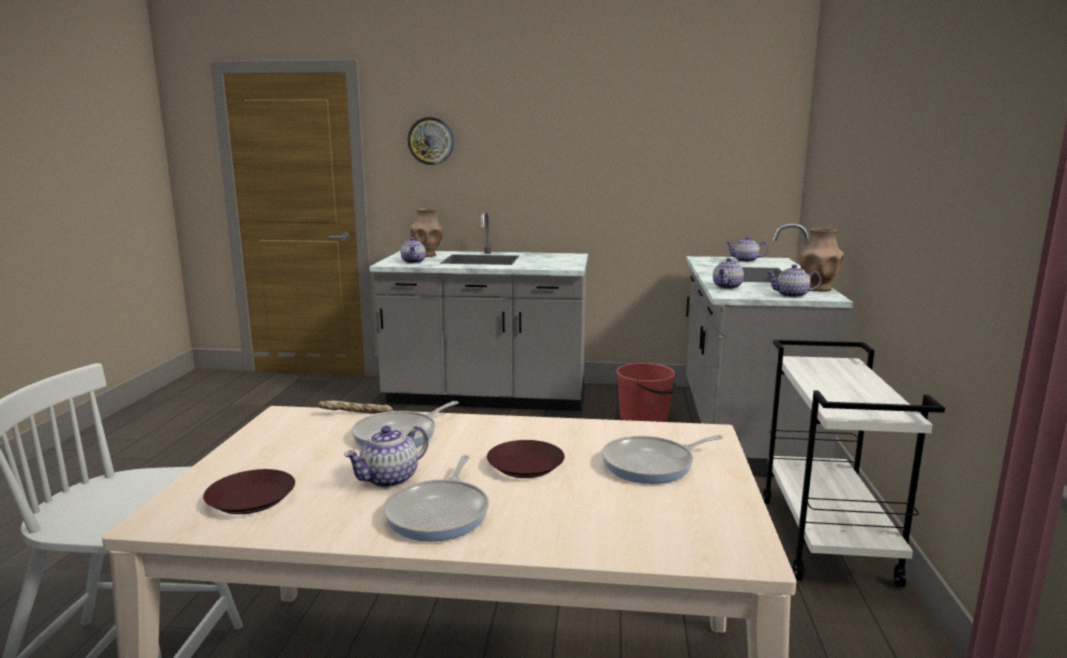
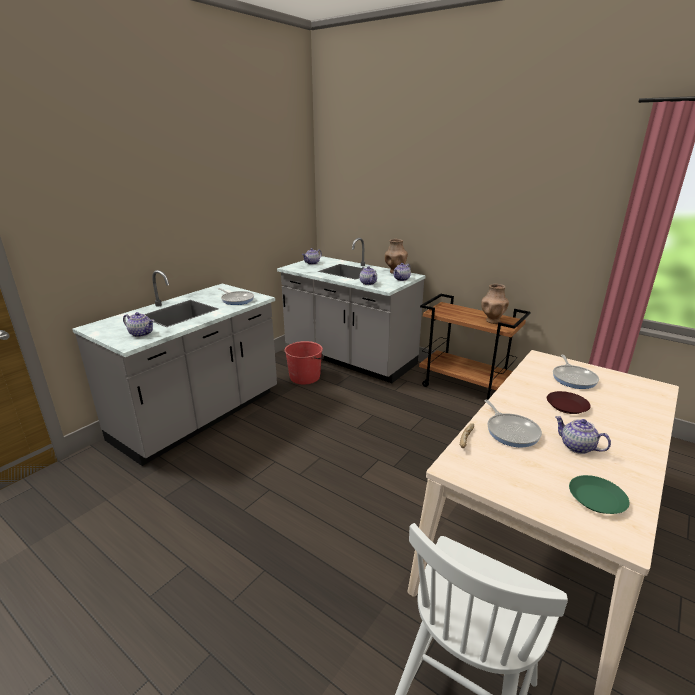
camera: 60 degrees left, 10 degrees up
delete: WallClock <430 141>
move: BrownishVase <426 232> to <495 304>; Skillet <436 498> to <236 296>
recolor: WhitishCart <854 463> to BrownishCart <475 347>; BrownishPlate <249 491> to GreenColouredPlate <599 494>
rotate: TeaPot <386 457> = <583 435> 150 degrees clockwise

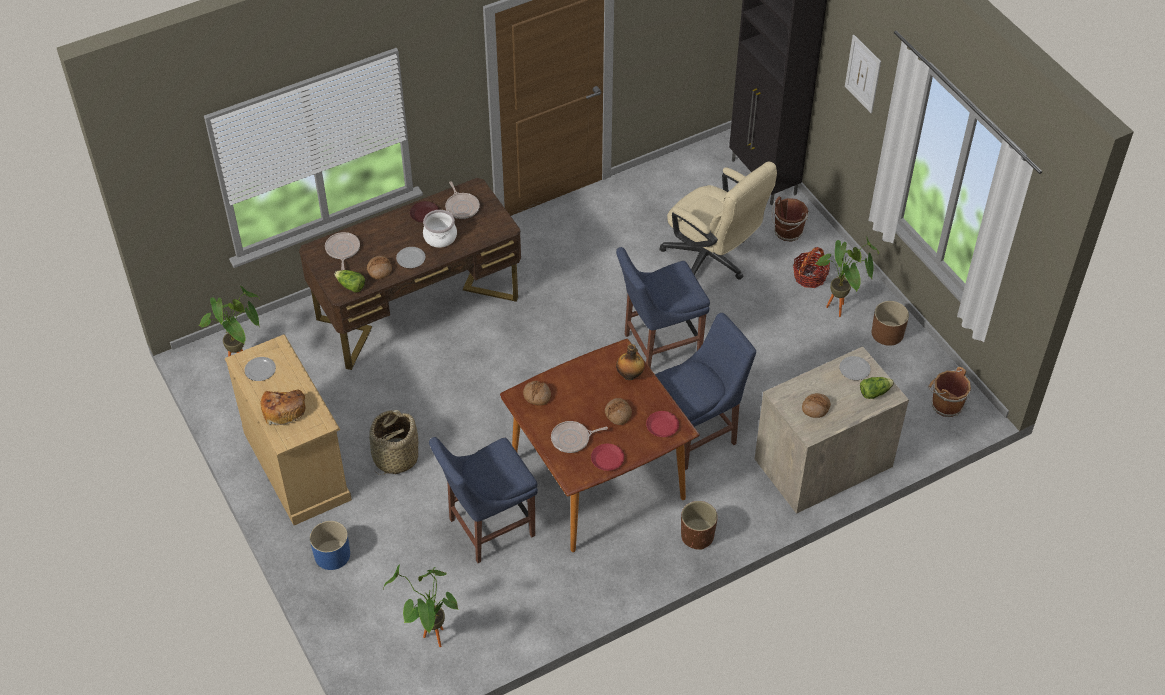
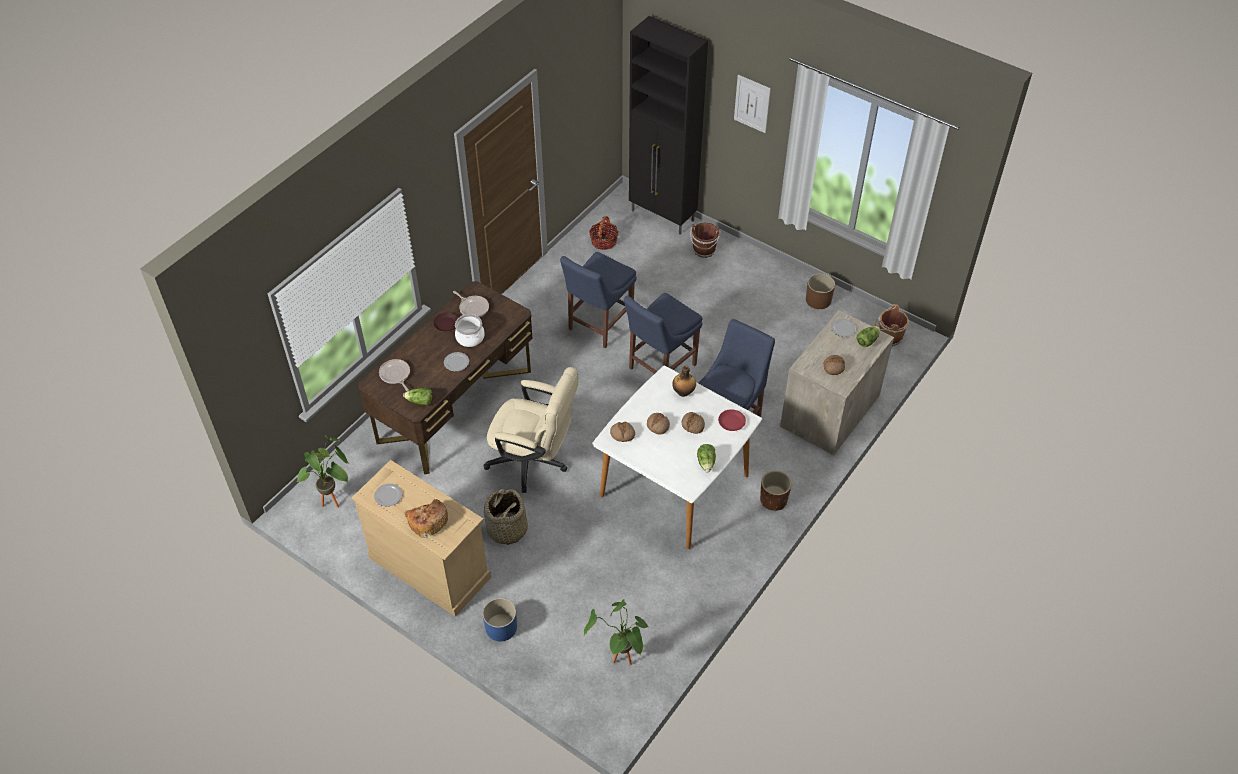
camera: 25 degrees left, 0 degrees up
delete: PottedPlant <847 276>; Skillet <579 437>
move: BeigeOfficeChair <718 221> to <530 430>; StorageBasket <811 267> to <604 233>; BakedBread <379 267> to <658 424>; BlueColouredPlainChair <483 500> to <598 300>
replace: RedColouredPlate <607 457> to LettuceHead <706 458>
recolor: BrownishDinnerTable <600 445> to WhitishDinnerTable <677 457>

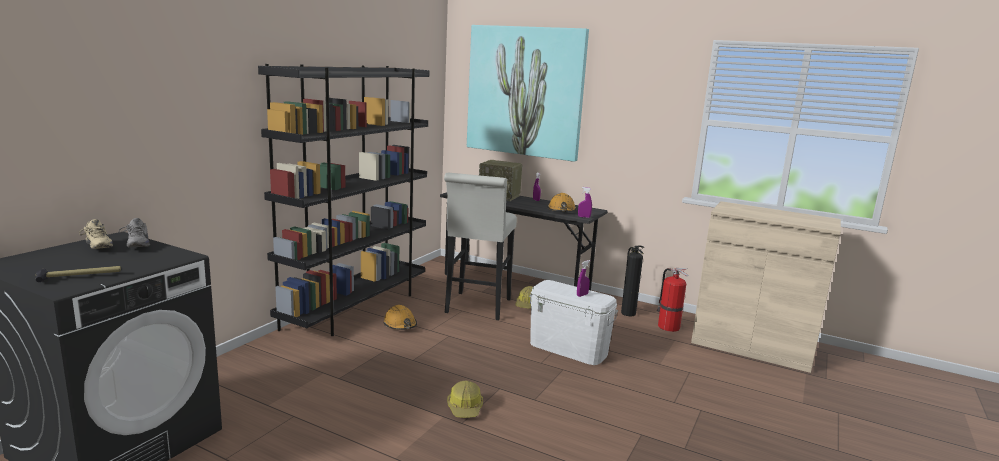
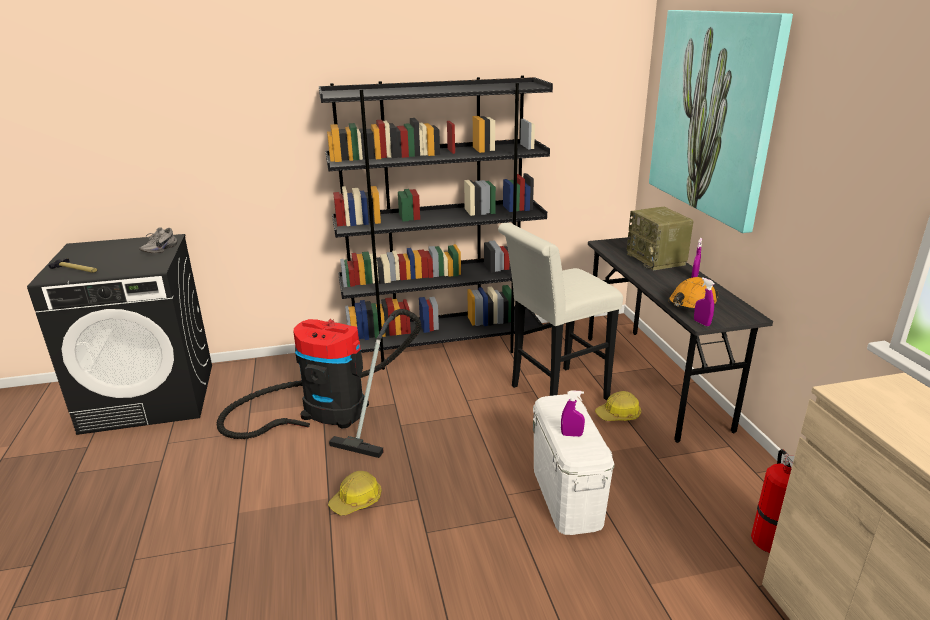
camera: 50 degrees right, 10 degrees up
delete: BeigeShoe <96 234>; Extinguisher <632 281>; OrangeColouredHardHat <400 317>
insert: Hoover <319 383>

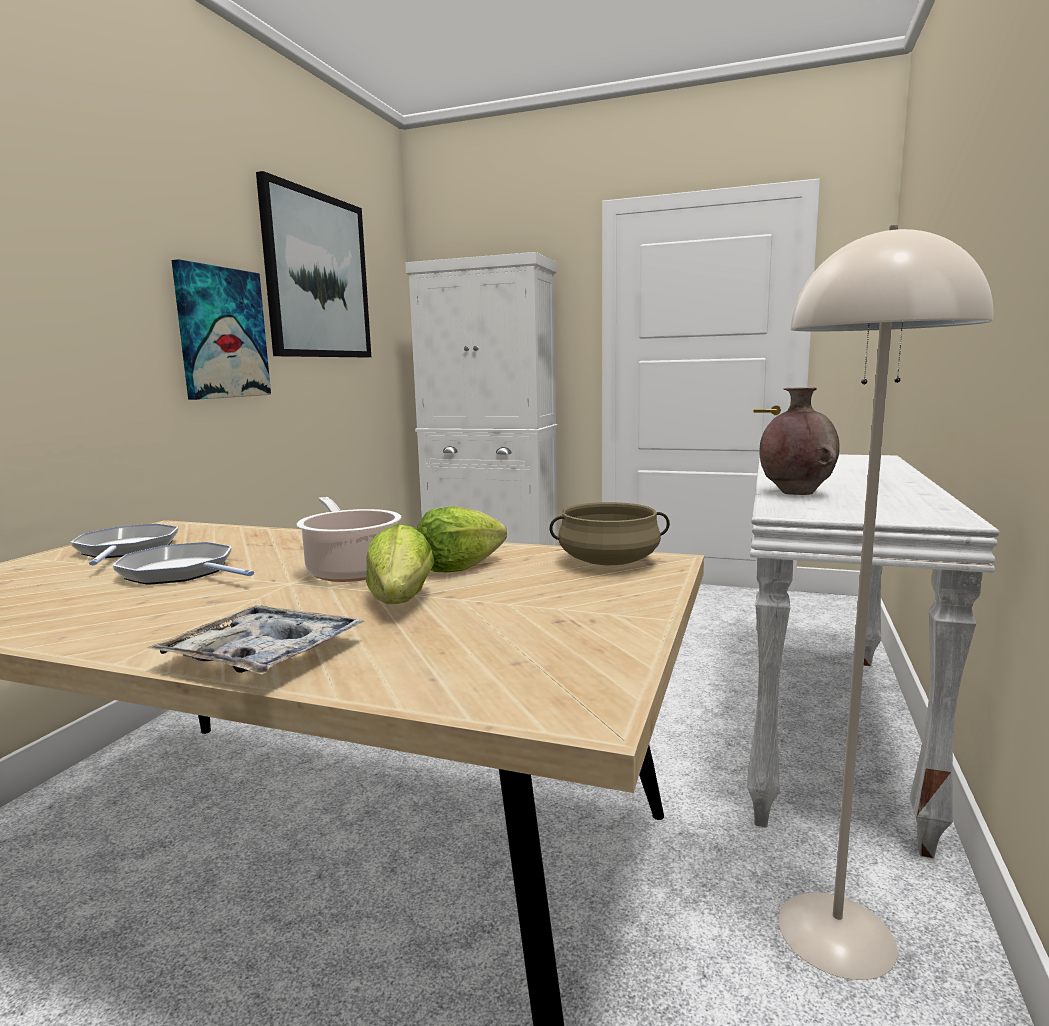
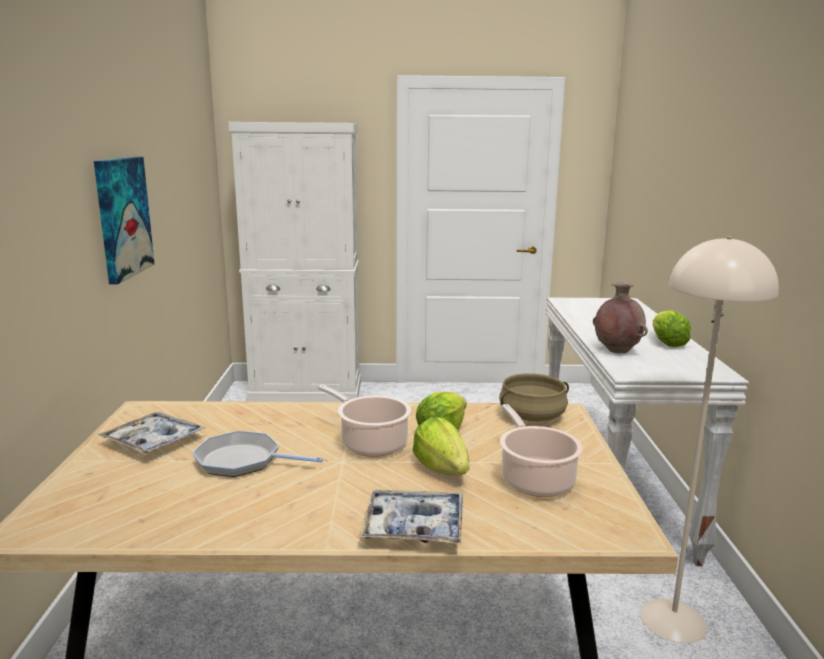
camera: 20 degrees left, 5 degrees up
delete: WallPicture <313 264>
insert: LettuceHead <672 328>; Saucepot <541 450>
replace: Skillet <124 544> to ServingTray <151 433>

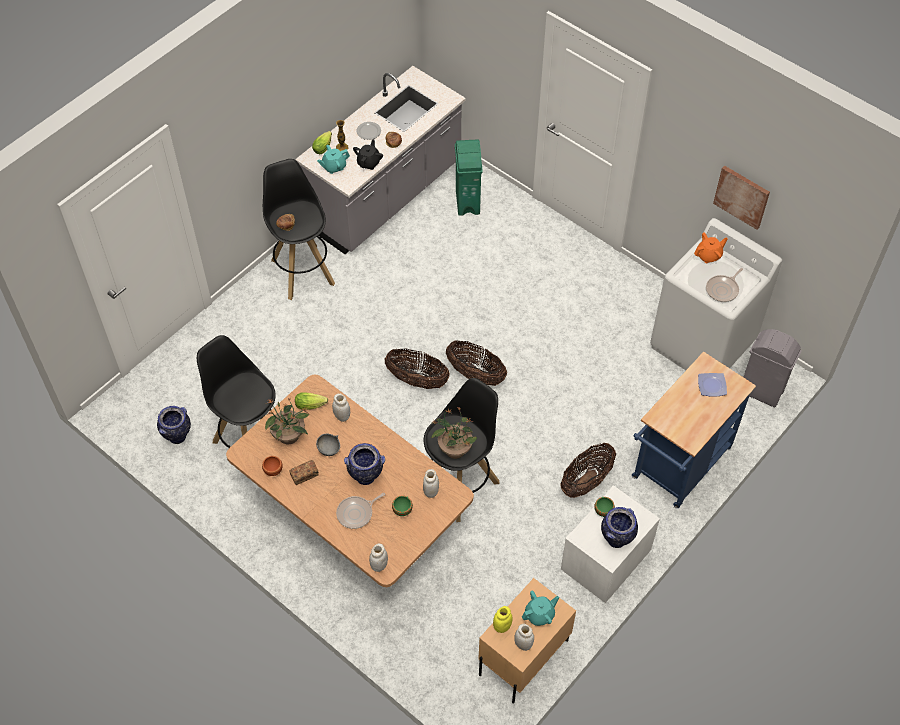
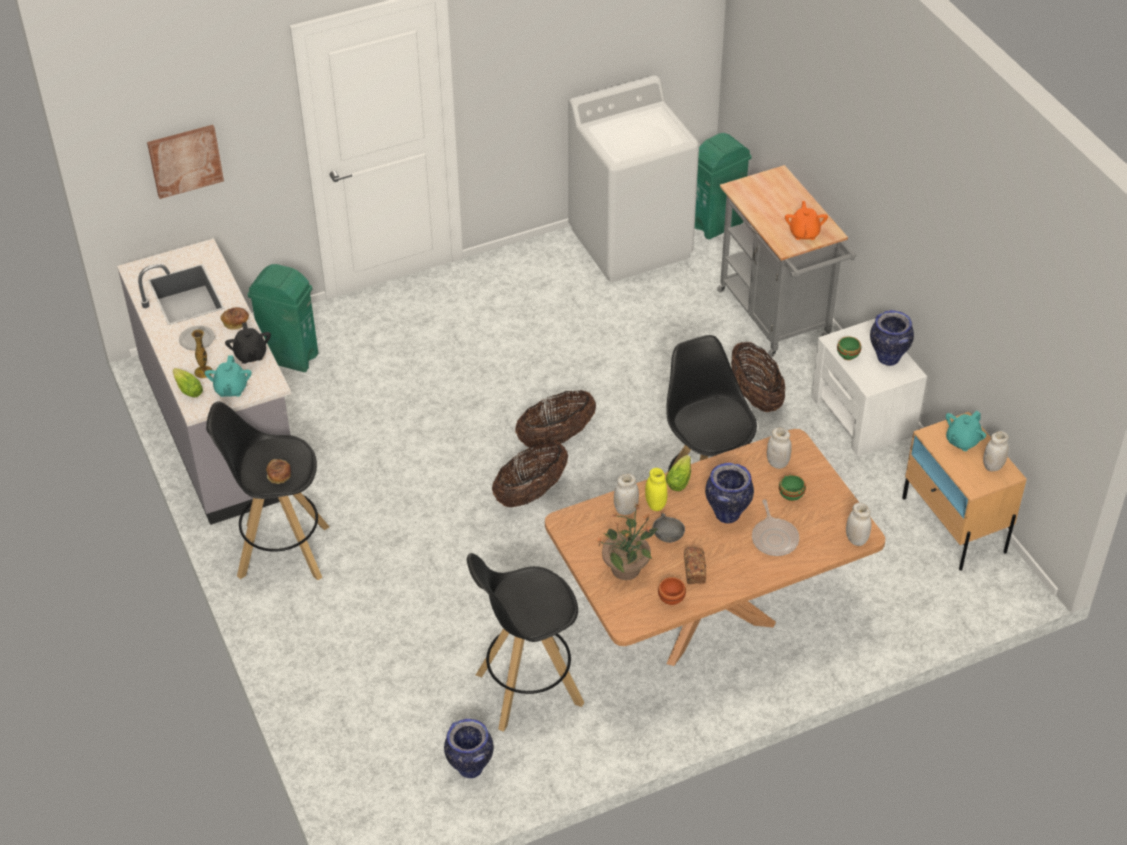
camera: 65 degrees left, 10 degrees down
delete: Skillet <724 285>; Plate <712 385>; PottedPlant <454 433>
move: WallPicture <741 197> to <185 162>; OrangeColouredTeaPot <711 248> to <806 220>; LettuceHead <311 401> to <678 473>; YellowishStorageJar <502 619> to <656 489>
recolor: GreyWasteBin <773 368> to GreenColouredWasteBin <723 186>; BlueColouredCart <694 430> to GreyCart <787 261>
rotate: BlackTeaPot <368 154> = <248 343> 150 degrees counterclockwise; TurquoiseColouredTeaPot <540 608> = <966 431> 135 degrees counterclockwise

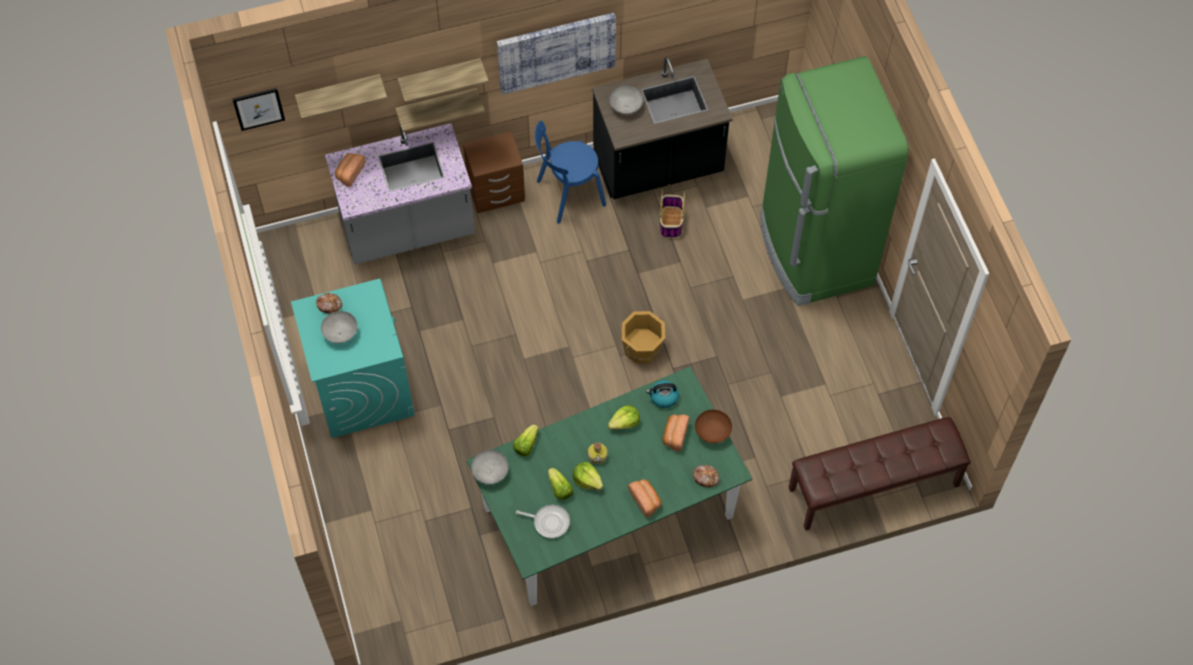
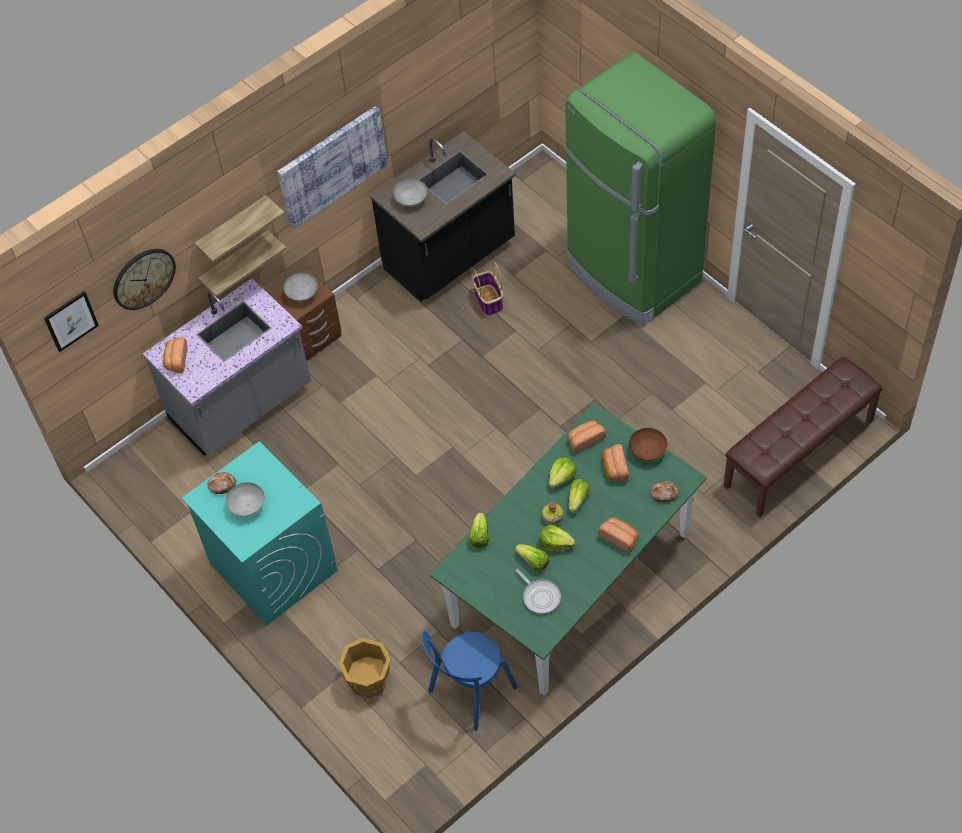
camera: 20 degrees left, 5 degrees down
insert: LettuceHead <579 496>
move: BlueColouredPlainChair <570 172> to <469 680>; OrangeColouredPail <644 337> to <365 668>; GreyBowl <490 467> to <300 287>
replace: BracketShelf <341 97> to WallClock <144 279>; TeaKettle <662 394> to BakedBread <586 436>
rotate: Skillet <543 521> = <538 591> 60 degrees clockwise

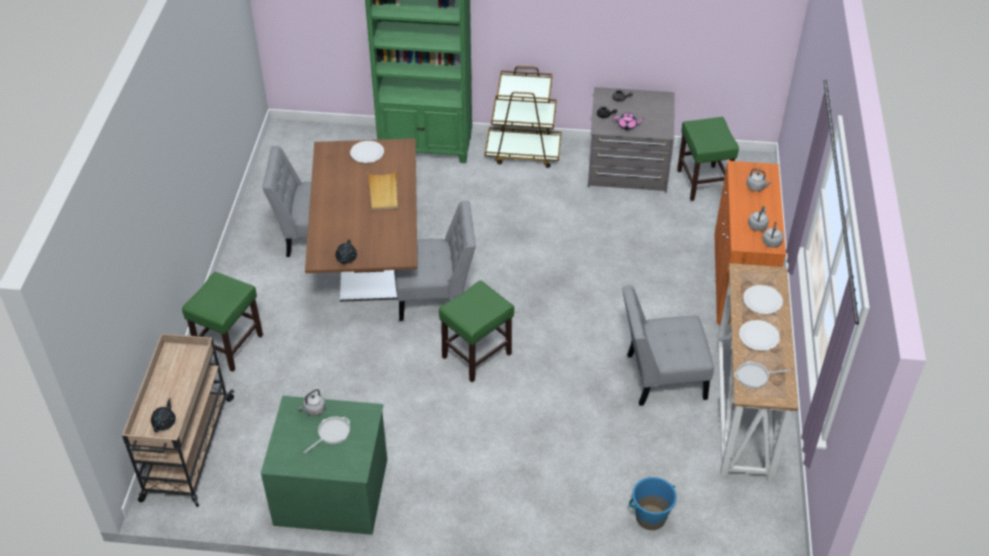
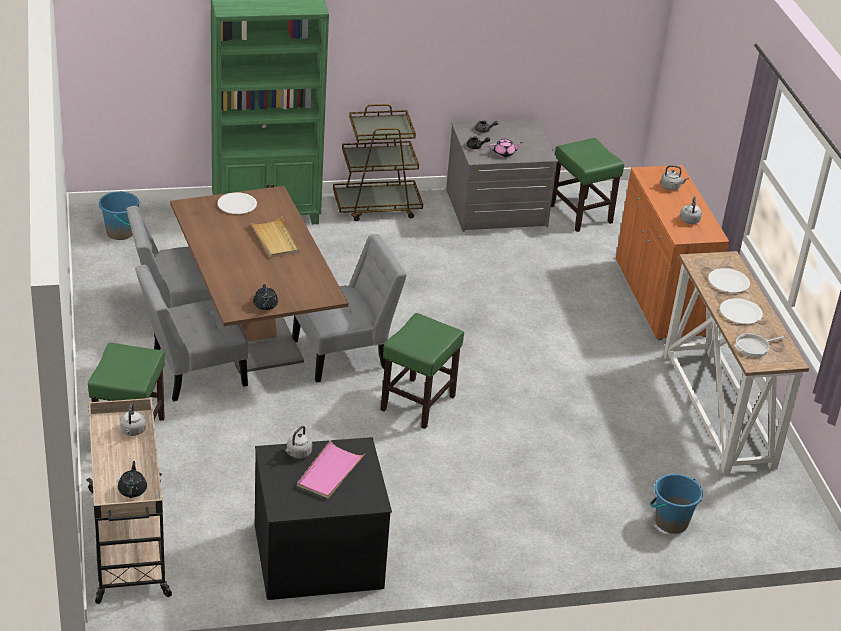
camera: 20 degrees left, 10 degrees down
insert: BlueColouredPail <119 215>
move: GreyTeaKettle <772 235> to <133 419>; GreyPlainChair <668 345> to <191 333>
replace: Skillet <327 434> to PinkishServingTray <331 469>
recolor: GreenColouredChestOfDrawers <324 465> to BlackChestOfDrawers <323 518>

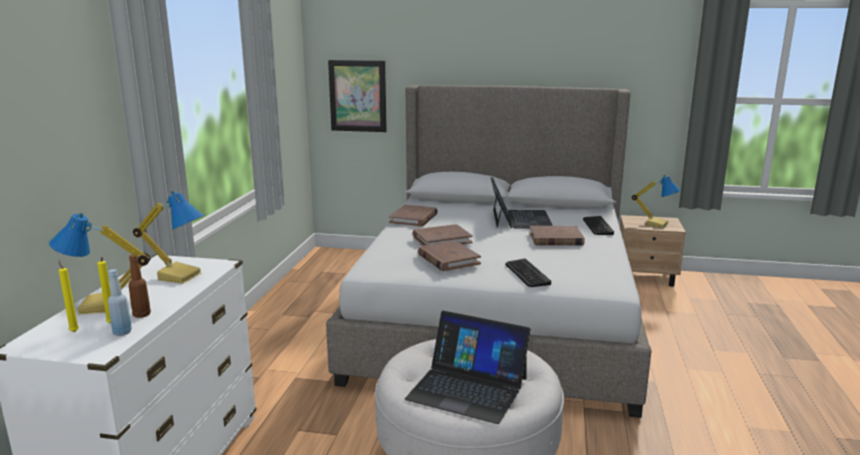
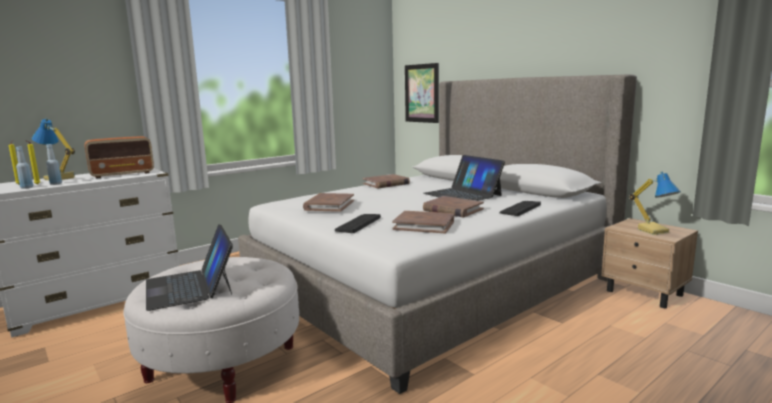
camera: 40 degrees right, 5 degrees down
move: BrownishBoundBook <443 235> to <423 222>
replace: LampForATable <168 237> to RadioSet <119 157>
recolor: BrownishBeverageBottle <139 286> to BlueColouredBeverageBottle <54 164>
rotate: PortableComputer <522 203> = <464 178> 105 degrees clockwise

